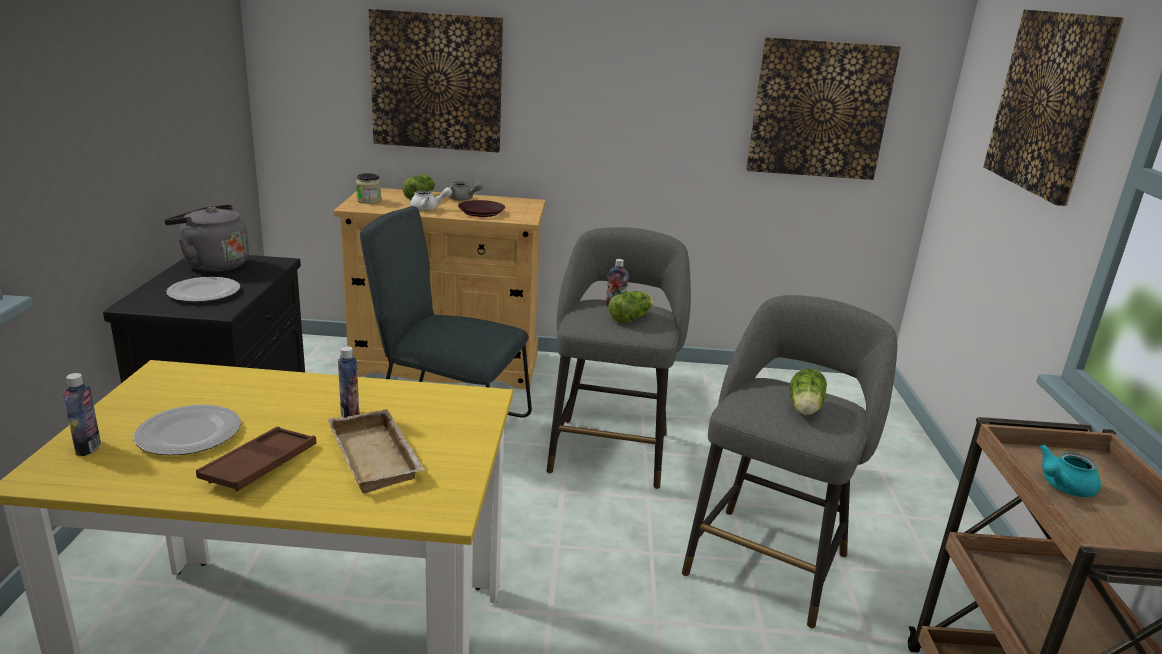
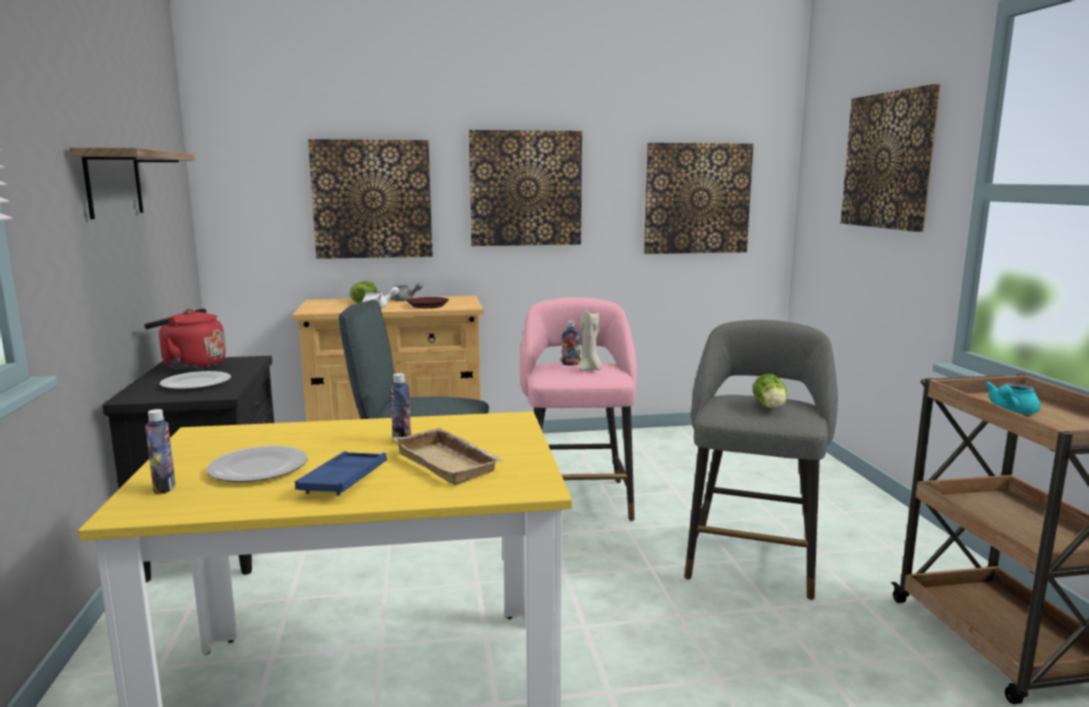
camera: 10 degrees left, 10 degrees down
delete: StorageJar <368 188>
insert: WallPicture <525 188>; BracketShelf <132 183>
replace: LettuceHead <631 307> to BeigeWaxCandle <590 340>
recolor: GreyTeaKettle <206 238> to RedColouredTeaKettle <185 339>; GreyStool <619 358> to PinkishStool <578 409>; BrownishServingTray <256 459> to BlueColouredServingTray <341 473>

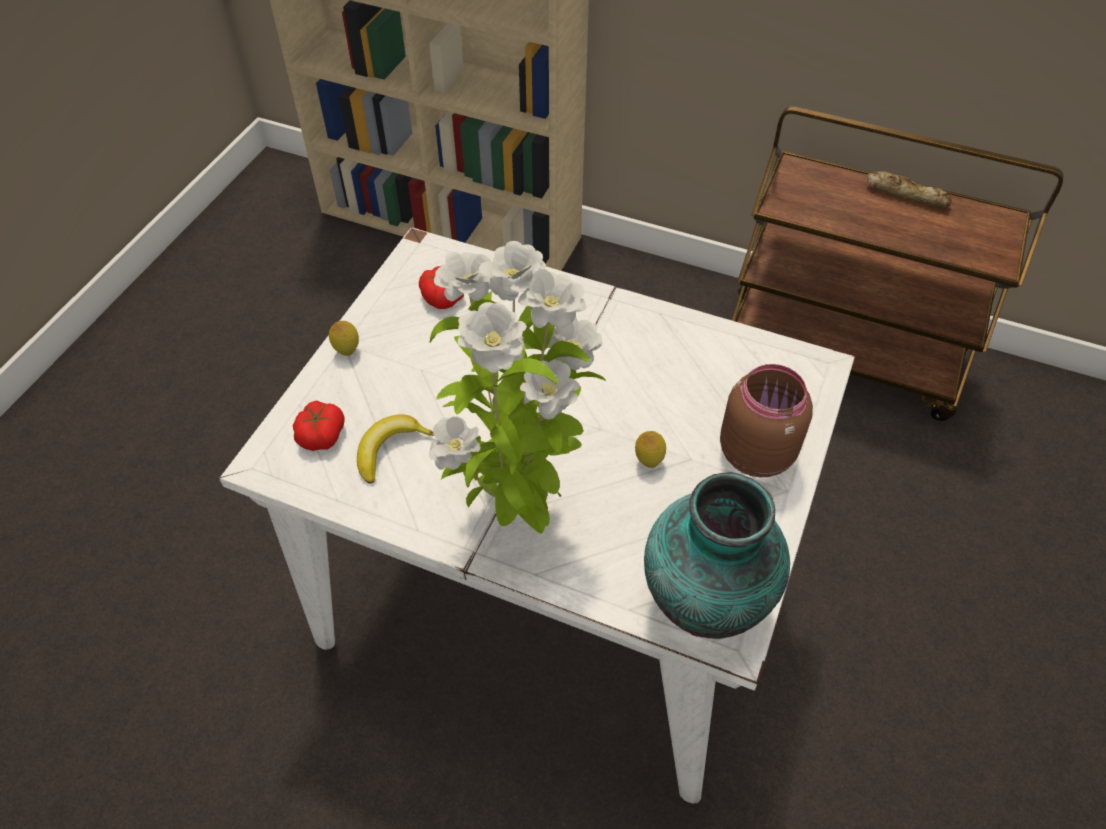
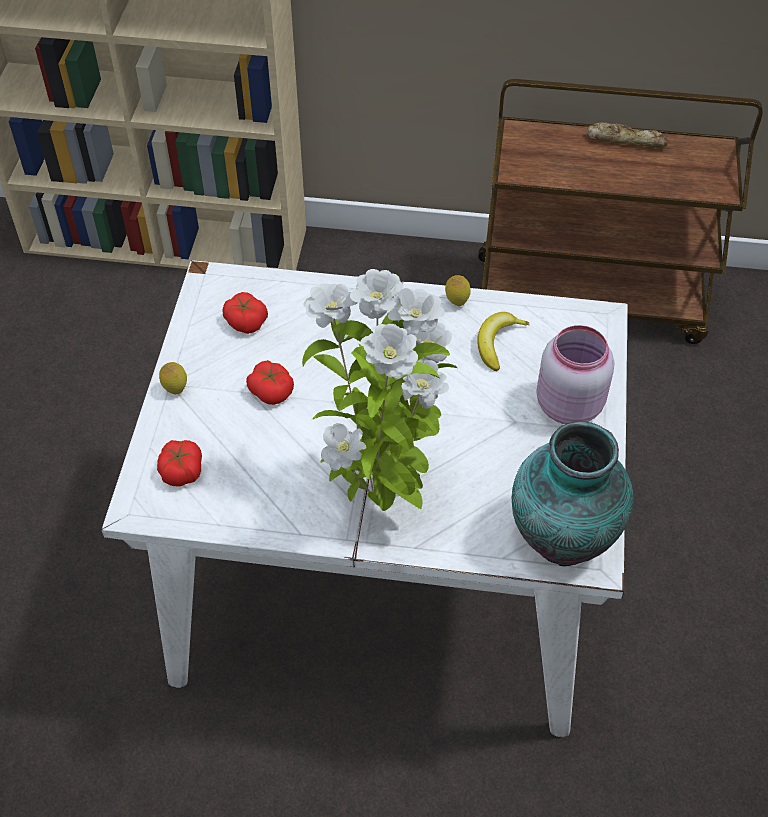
camera: 15 degrees left, 0 degrees up
insert: WholeTomato <270 382>
move: BananaFruit <395 449> to <503 341>; CitrusFruit <650 449> to <458 290>
recolor: BrownishStorageJar <766 420> to PinkishStorageJar <575 374>

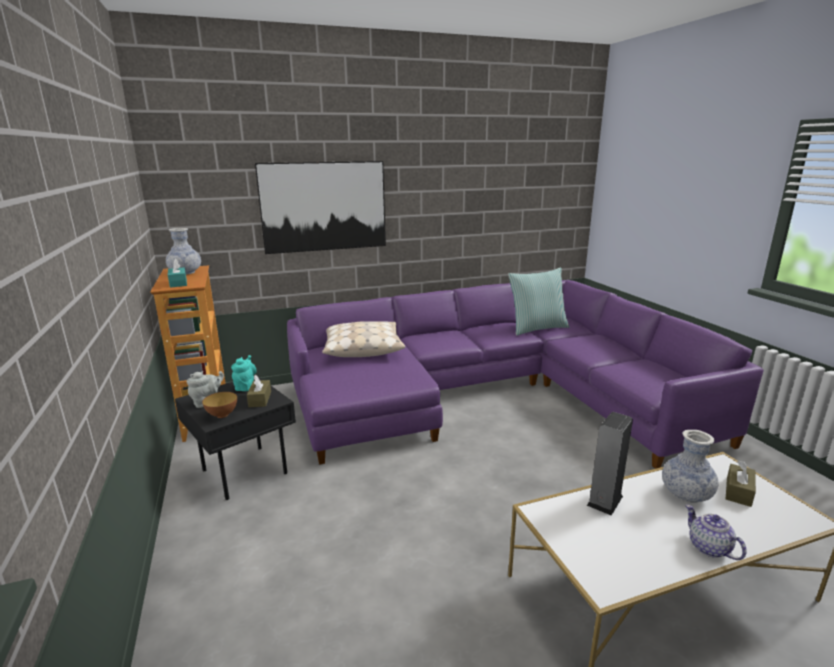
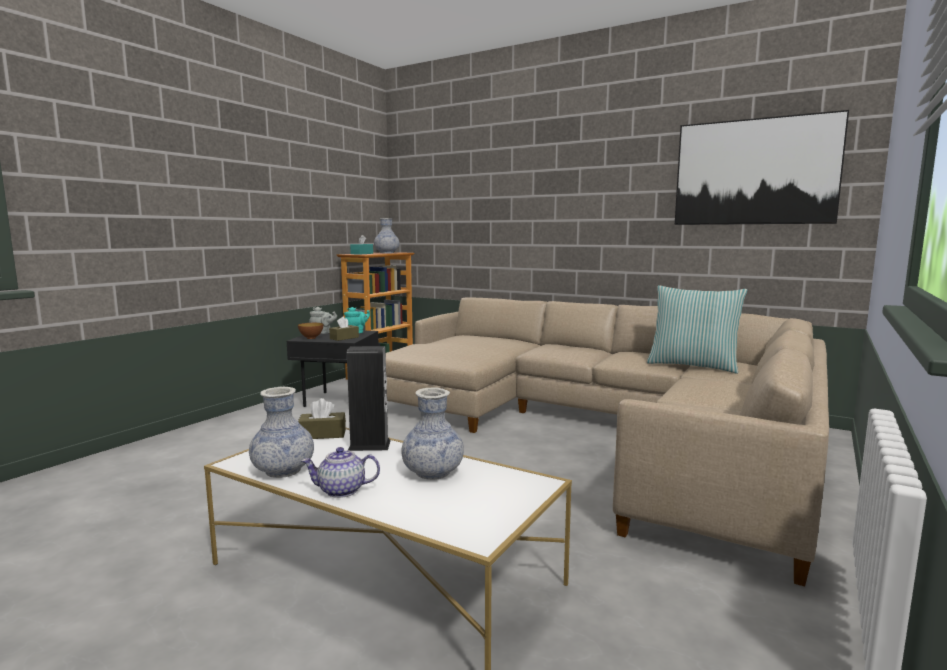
camera: 50 degrees right, 10 degrees down
delete: BeigePillow <363 339>
insert: Vase <281 432>
move: WallPicture <320 207> to <762 167>; BrownishBoxOfTissues <741 484> to <322 418>
recolor: PurpleColouredCouch <525 374> to BeigeCouch <607 442>
rotate: TeaPot <716 532> = <340 472> 120 degrees counterclockwise

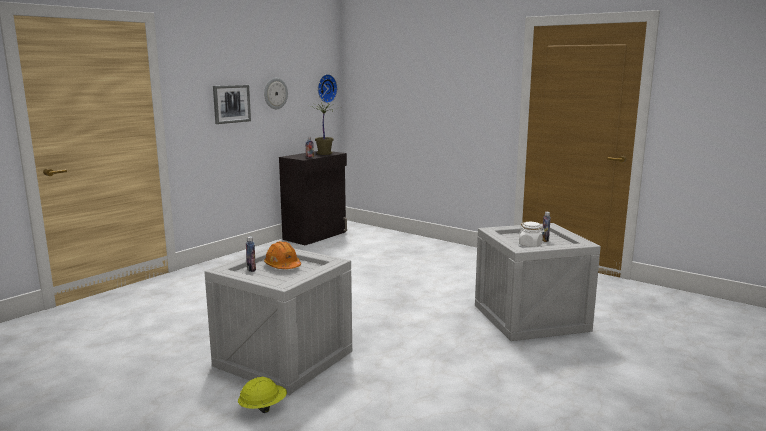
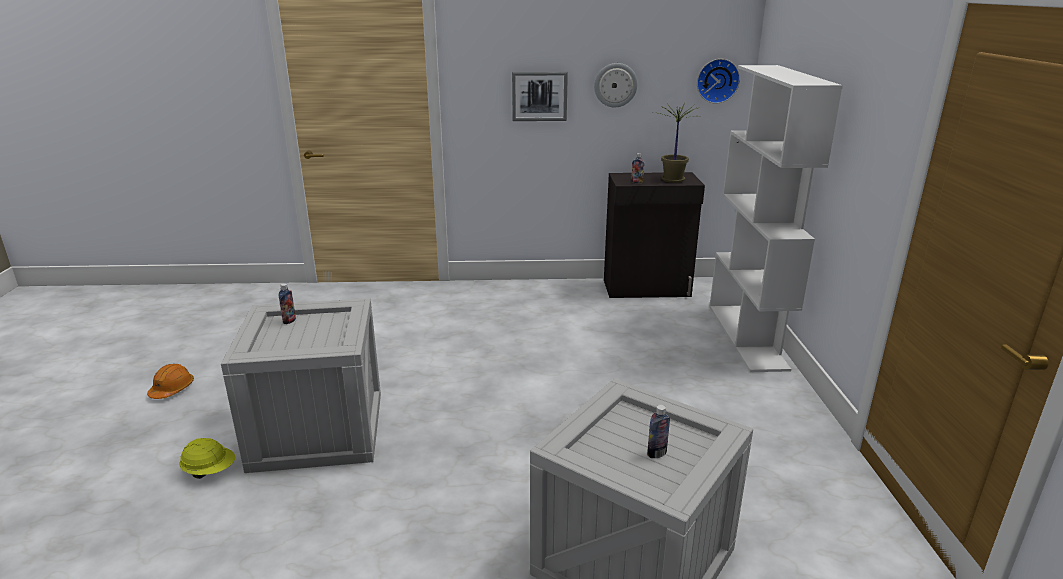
camera: 50 degrees right, 10 degrees up
delete: WhitishStorageJar <531 234>
insert: WhitishBookcase <776 218>
move: OrangeColouredHardHat <282 255> to <170 381>

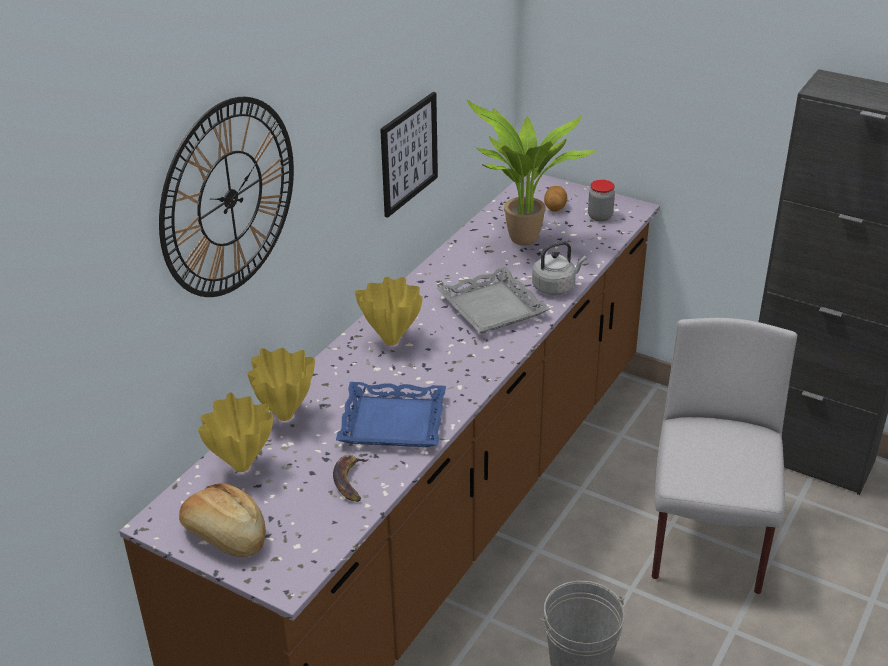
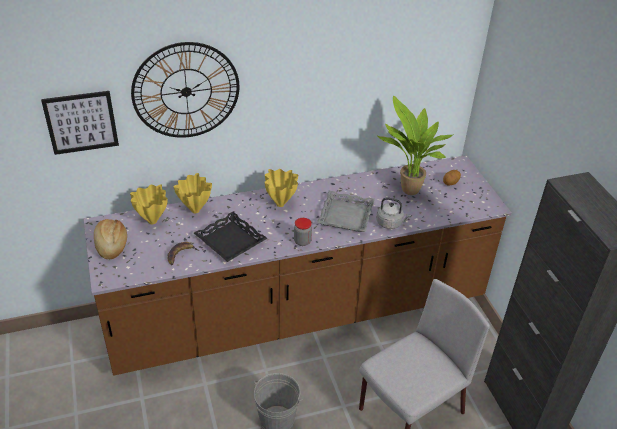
camera: 40 degrees right, 5 degrees up
move: WallPicture <409 155> to <80 123>; StorageJar <601 201> to <303 232>
recolor: BlueColouredServingTray <391 414> to BlackServingTray <231 237>

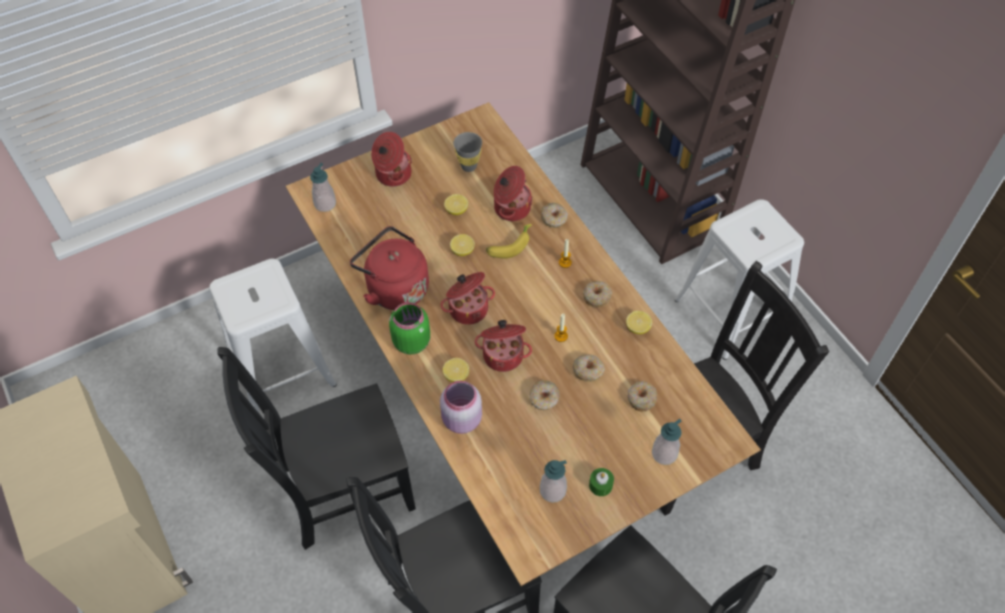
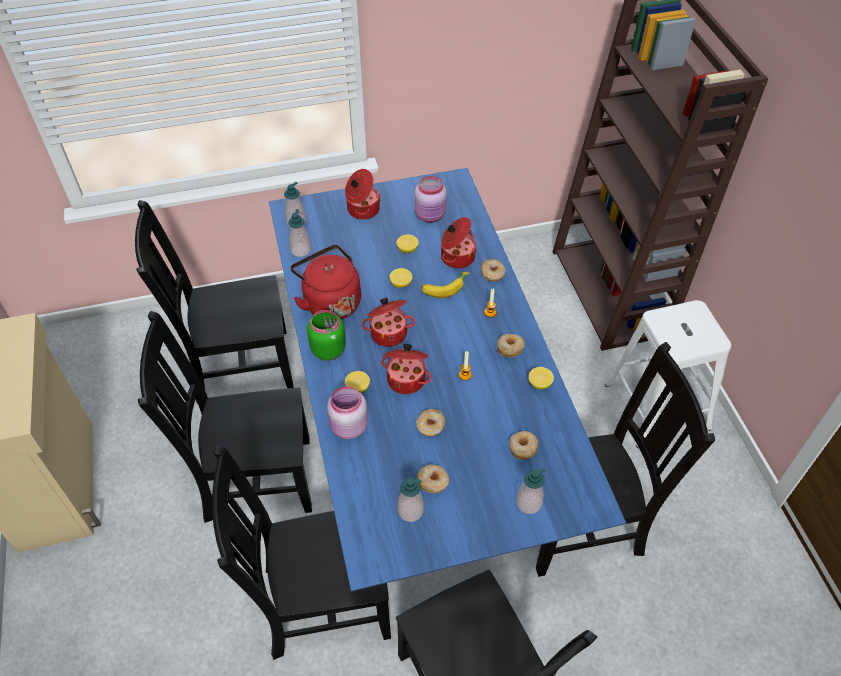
camera: 15 degrees right, 5 degrees down
delete: GreenColouredWaxCandle <601 482>
insert: SoapBottle <299 233>
move: Doughnut <589 368> to <433 478>
replace: GreyCup <467 152> to PinkishStorageJar <431 199>; WhitishStool <273 336> to BlackPlainChair <214 302>
recolor: BrownishDinnerTable <523 344> to BlueColouredDinnerTable <447 380>

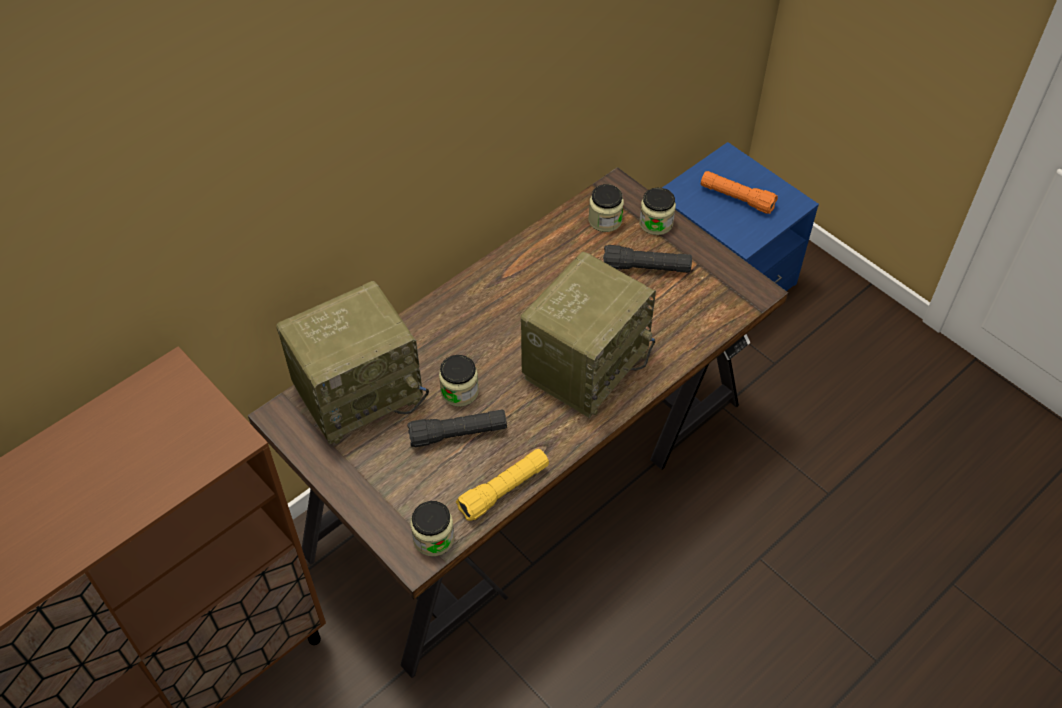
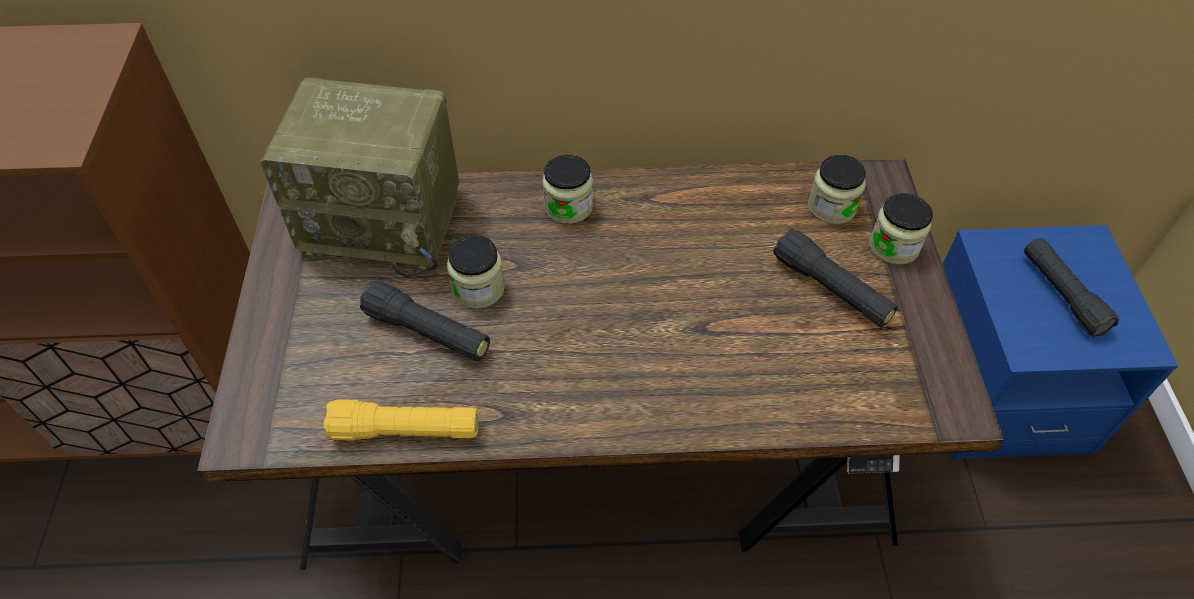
camera: 40 degrees right, 0 degrees up
delete: RadioSet <588 335>
move: StorageJar <432 528> to <567 189>
recolor: OrangeColouredHandTorch <739 192> to BlackHandTorch <1071 287>

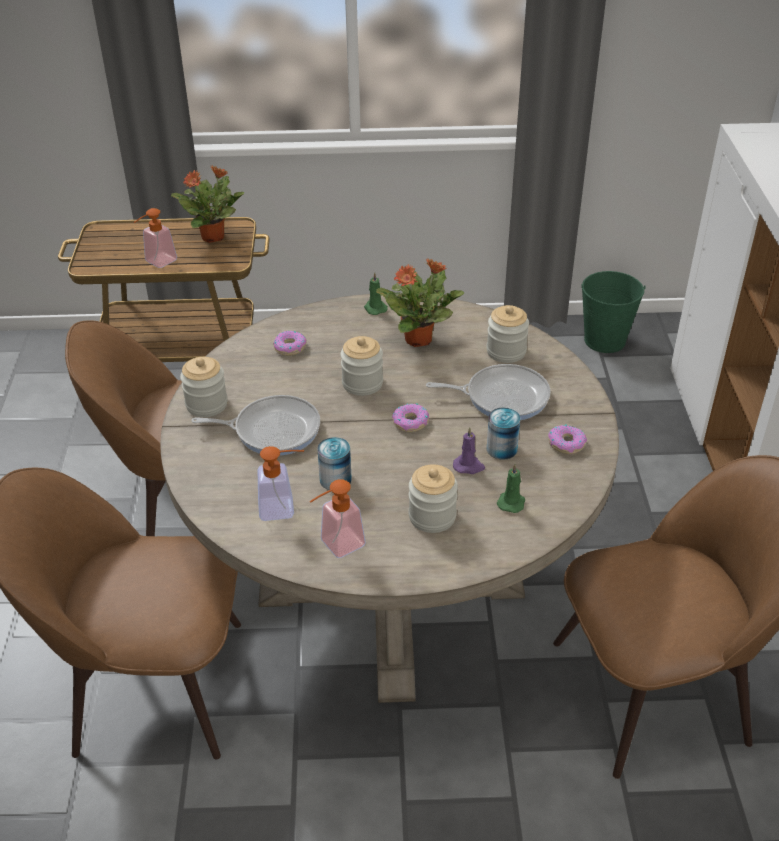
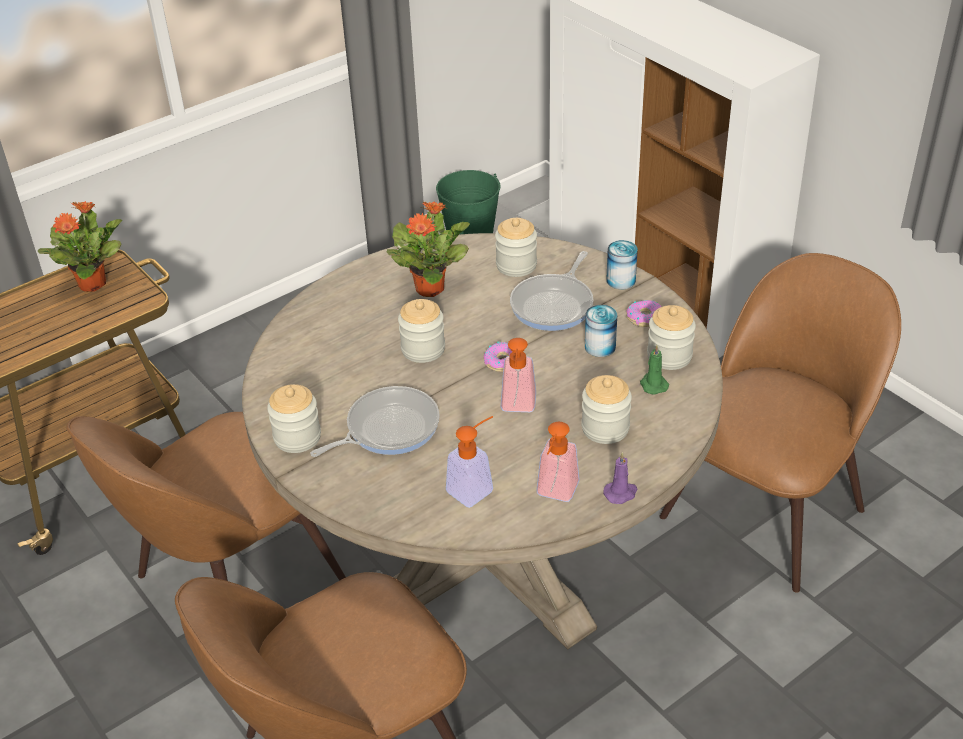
camera: 35 degrees left, 0 degrees up
delete: GreenColouredWaxCandle <376 293>; Doughnut <290 343>
insert: StorageJar <671 337>
move: SoapBottle <155 238> to <518 375>; PurpleColouredWaxCandle <469 450> to <620 478>; Can <334 463> to <622 264>
rotate: Skillet <488 392> = <552 291> 150 degrees clockwise

